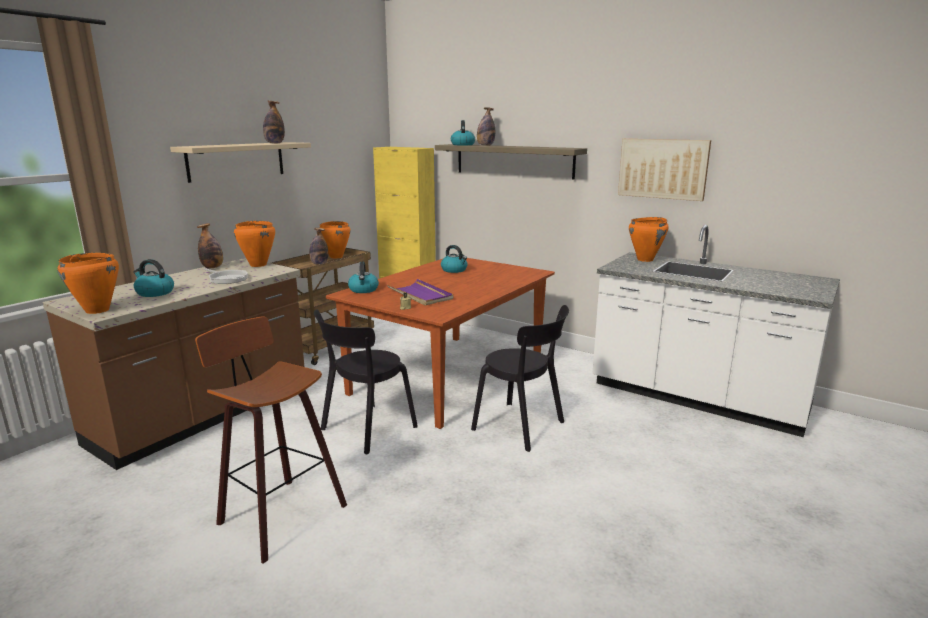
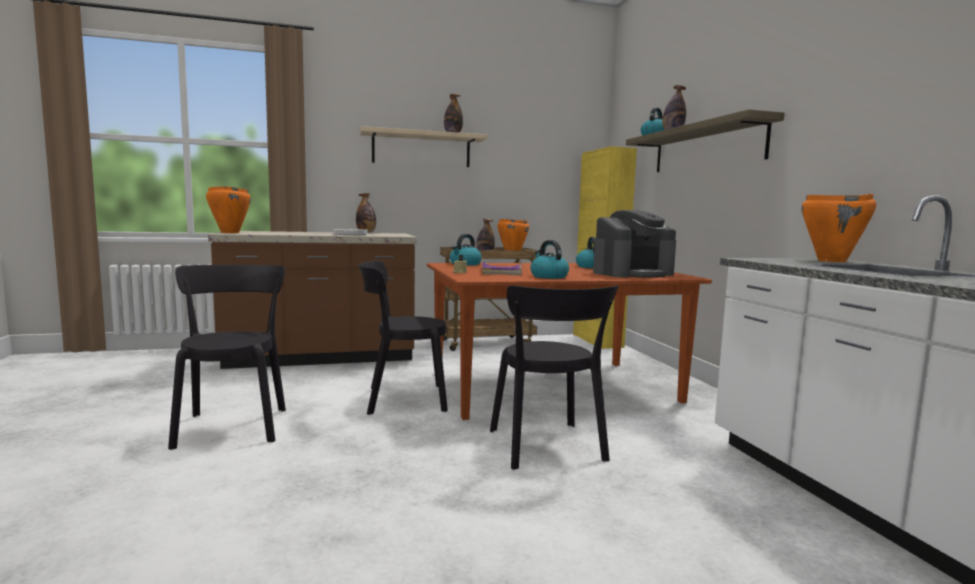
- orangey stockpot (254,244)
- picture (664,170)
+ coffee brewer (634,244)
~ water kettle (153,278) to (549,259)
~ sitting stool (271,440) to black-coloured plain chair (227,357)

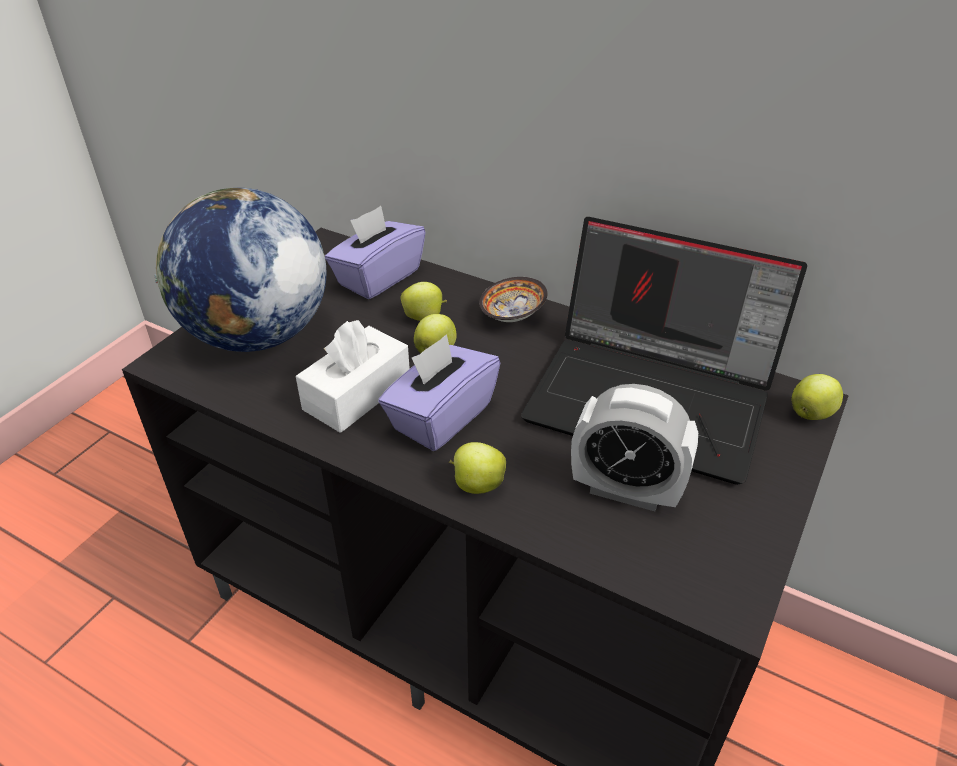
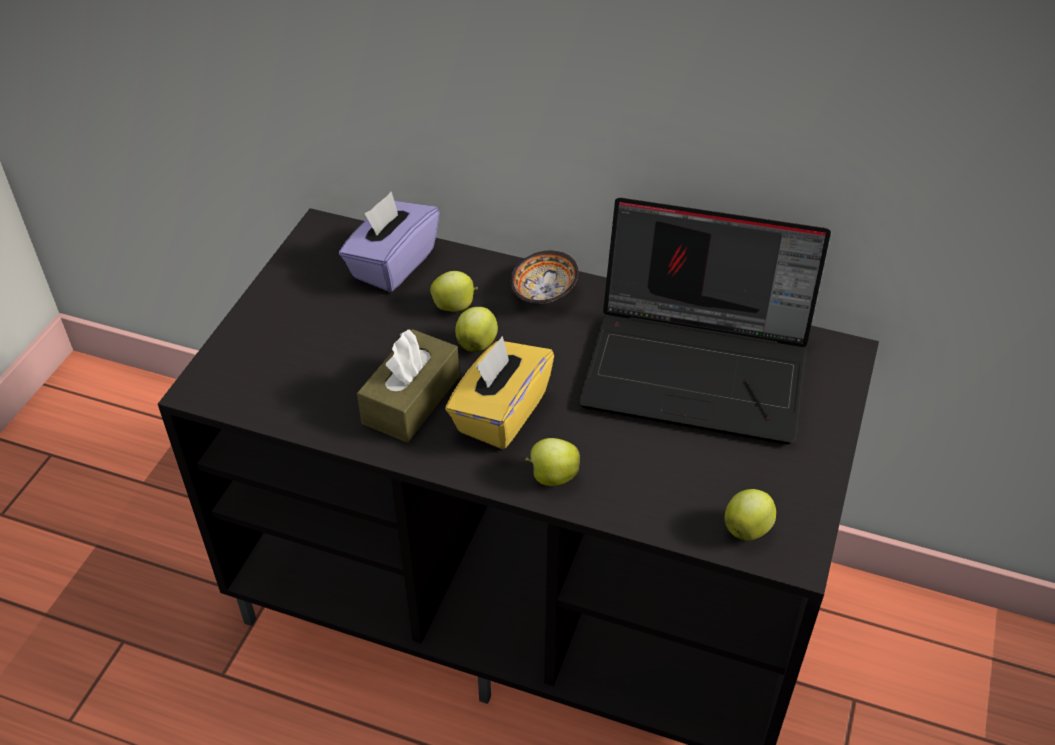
- desk globe (240,270)
- alarm clock (634,447)
~ apple fruit (817,397) to (750,515)
~ white-coloured tissue box (353,376) to brownish tissue box (408,386)
~ purple-coloured tissue box (439,392) to yellow tissue box (499,392)

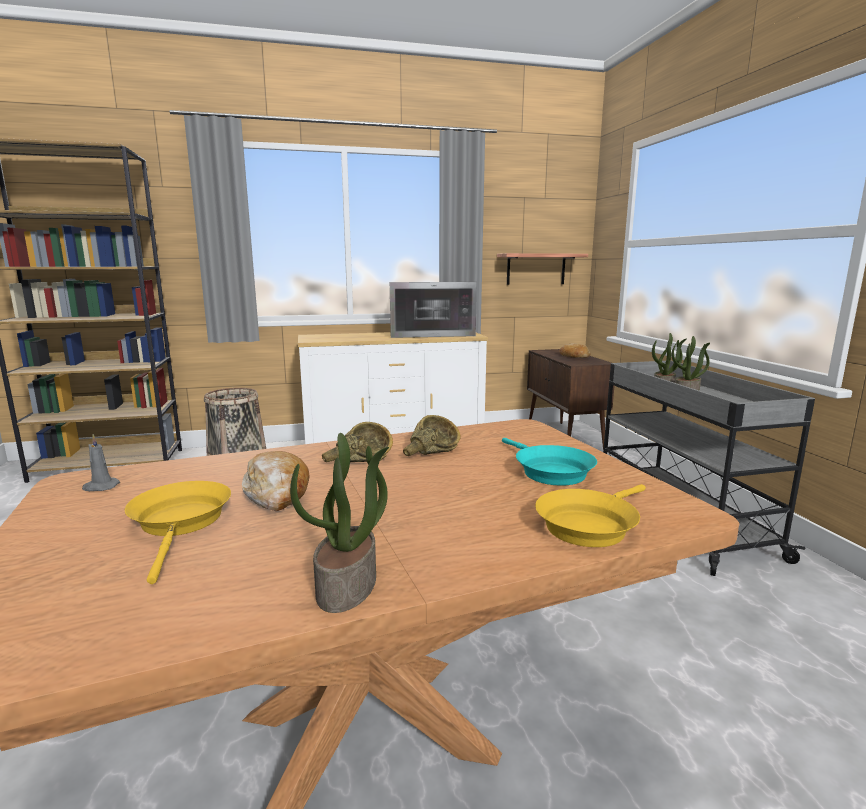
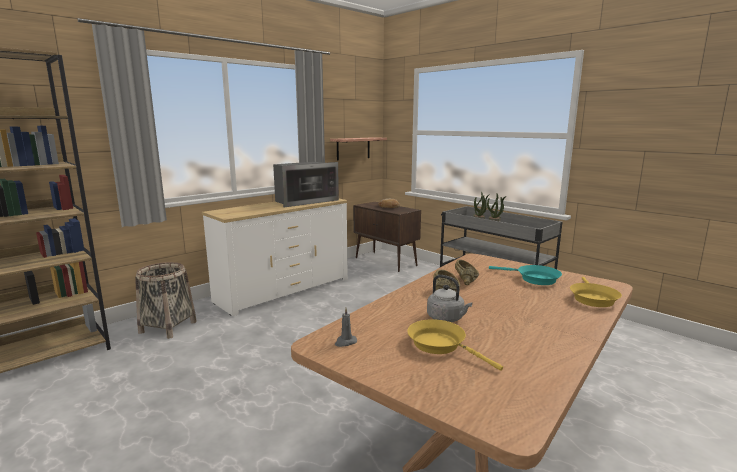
- potted plant (339,523)
~ bread (275,481) to greyish water kettle (449,298)

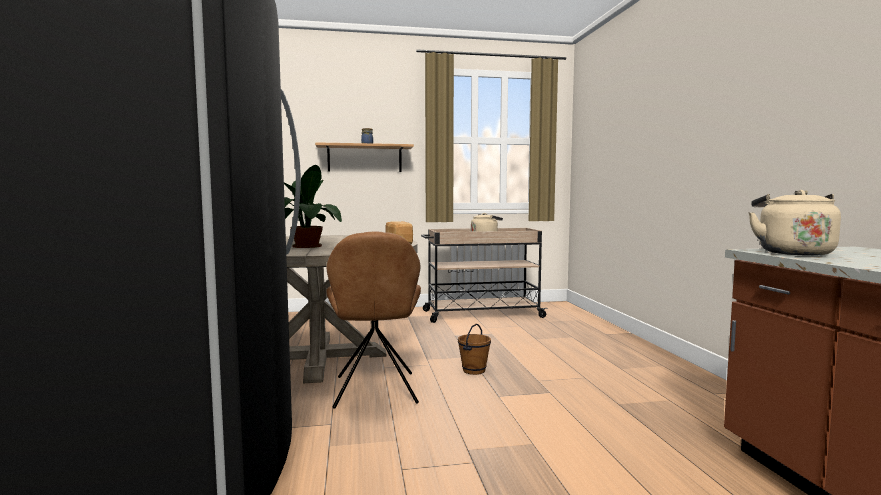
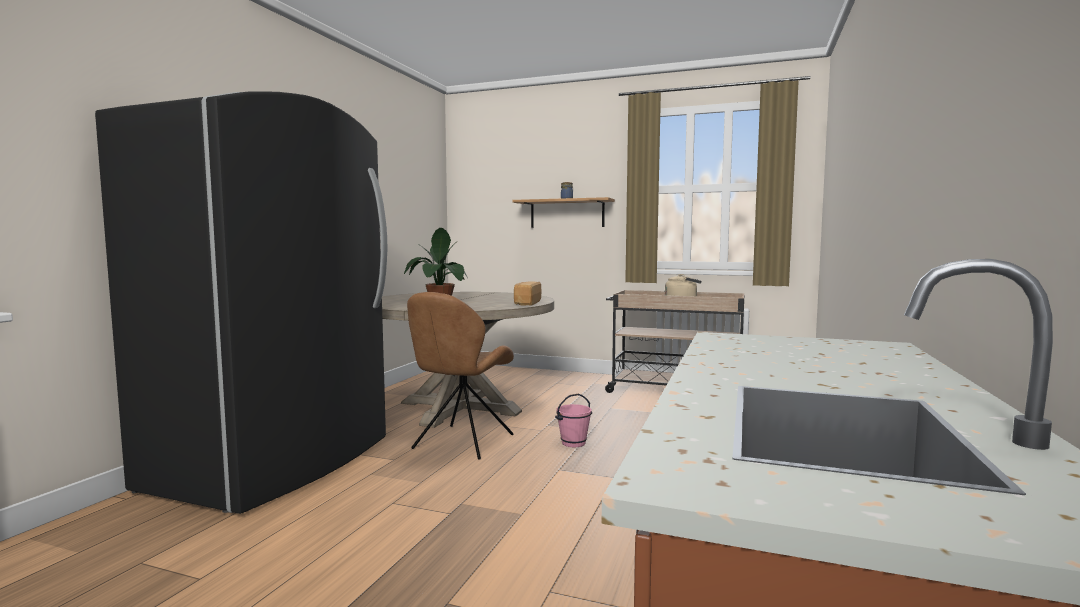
- beige-coloured water kettle (794,223)
~ brownish bucket (474,349) to pink bucket (573,420)

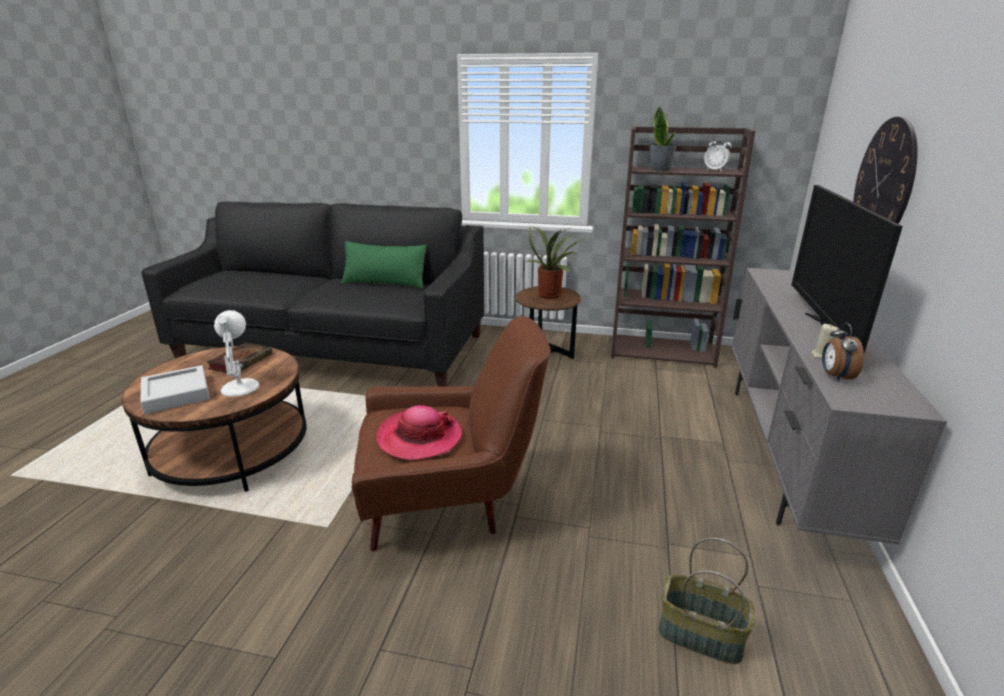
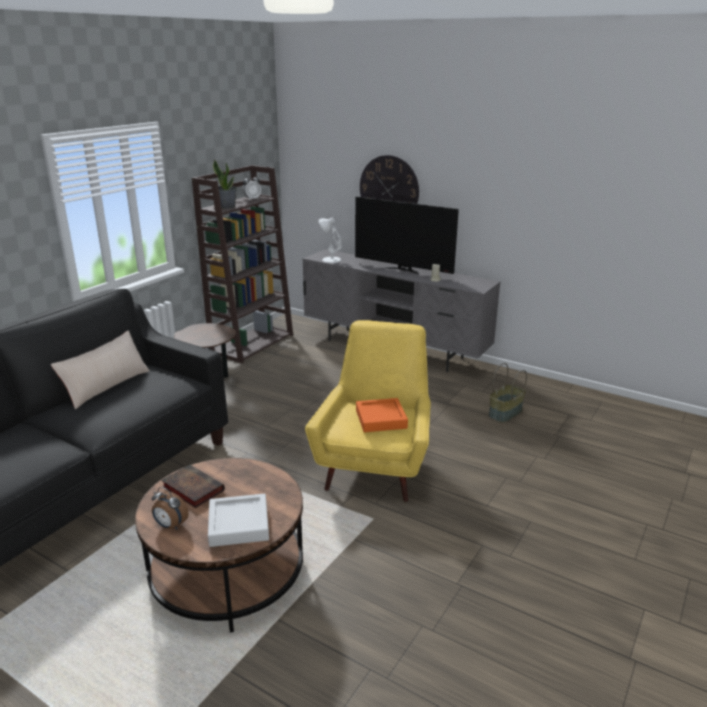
- potted plant (555,263)
~ white-coloured tabletop lamp (237,353) to (331,240)
~ alarm clock (843,352) to (170,508)
~ clothing hat (419,432) to orangey serving tray (382,415)
~ green-coloured cushion (384,265) to beige-coloured cushion (99,370)
~ brownish lounge chair (451,433) to yellow lounge chair (368,411)

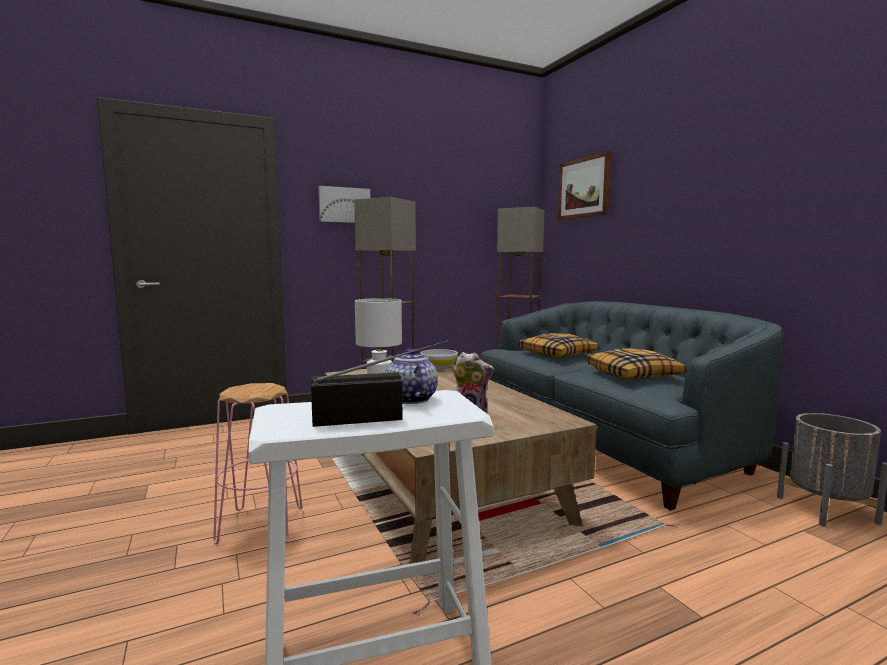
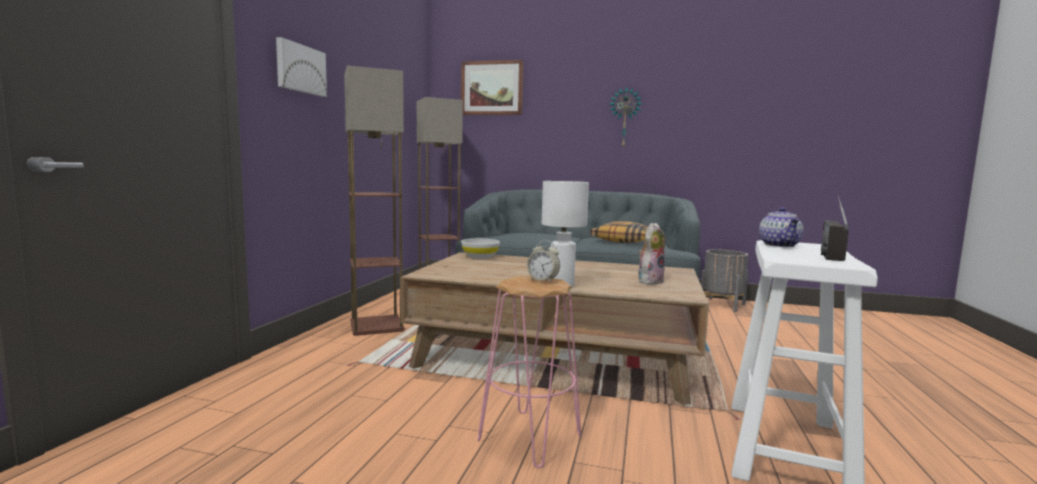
- cushion (559,345)
+ alarm clock (543,261)
+ hanging clock (626,117)
~ pot for tea (411,376) = (781,227) 105 degrees counterclockwise

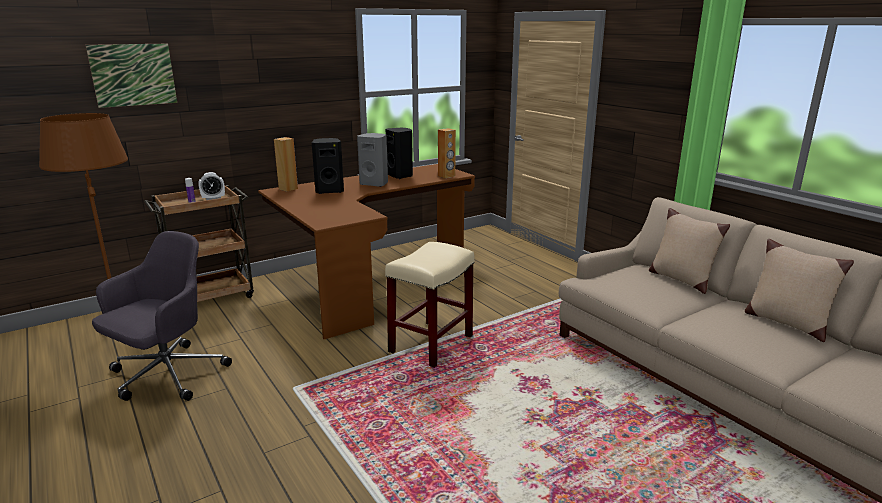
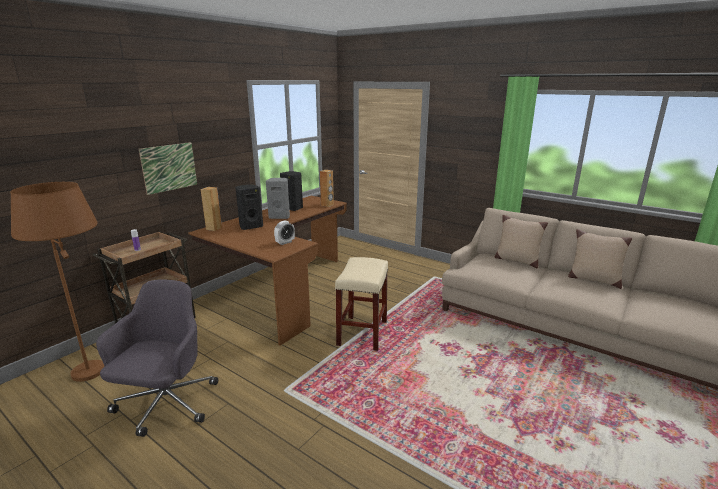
~ picture (131,76) to (168,168)
~ alarm clock (211,186) to (284,233)

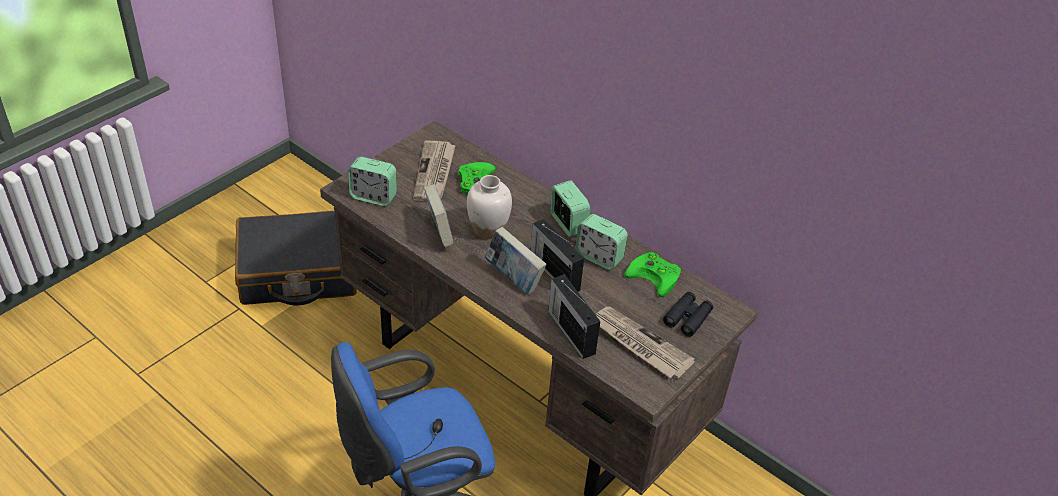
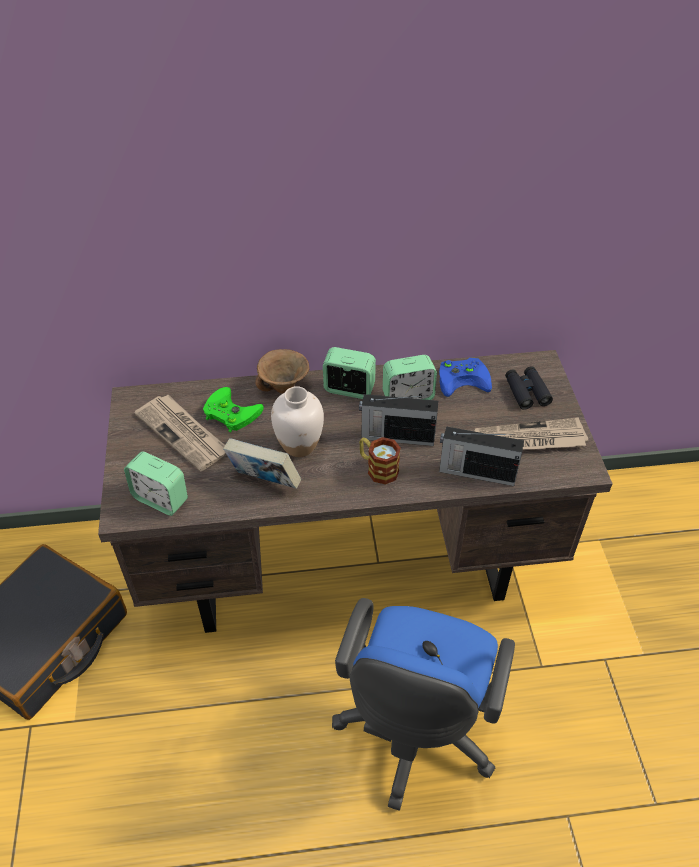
+ brownish deep dish (282,371)
~ volume (515,261) to mug (380,461)
~ green-coloured game controller (653,274) to blue game controller (465,377)
~ alarm clock (372,181) = (156,484) 60 degrees clockwise

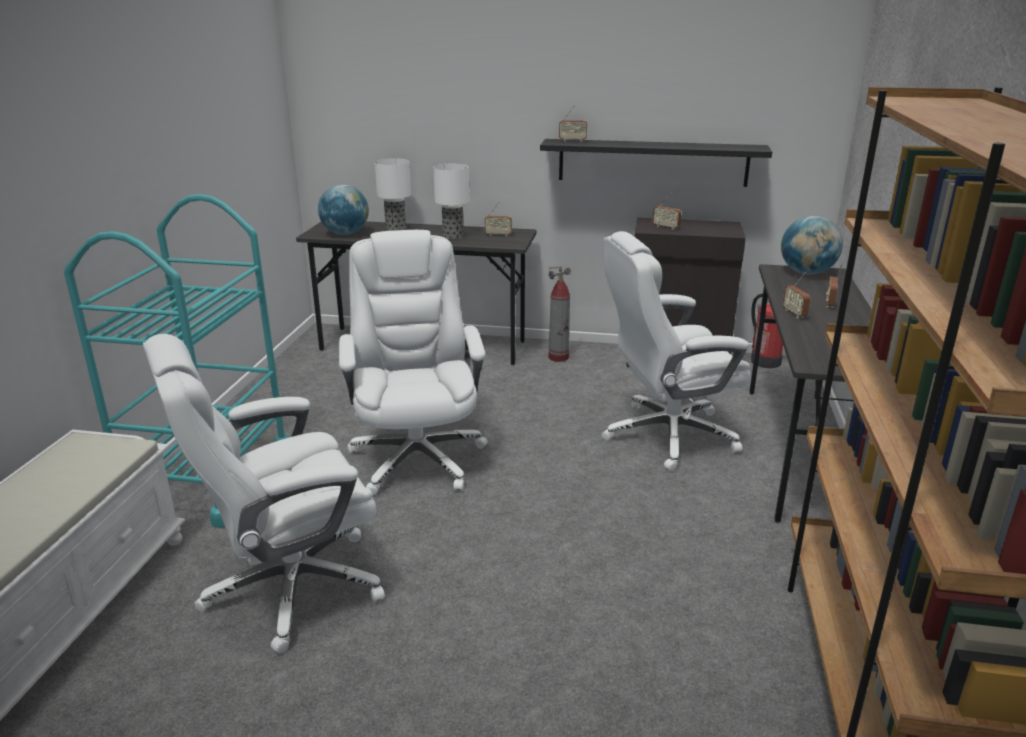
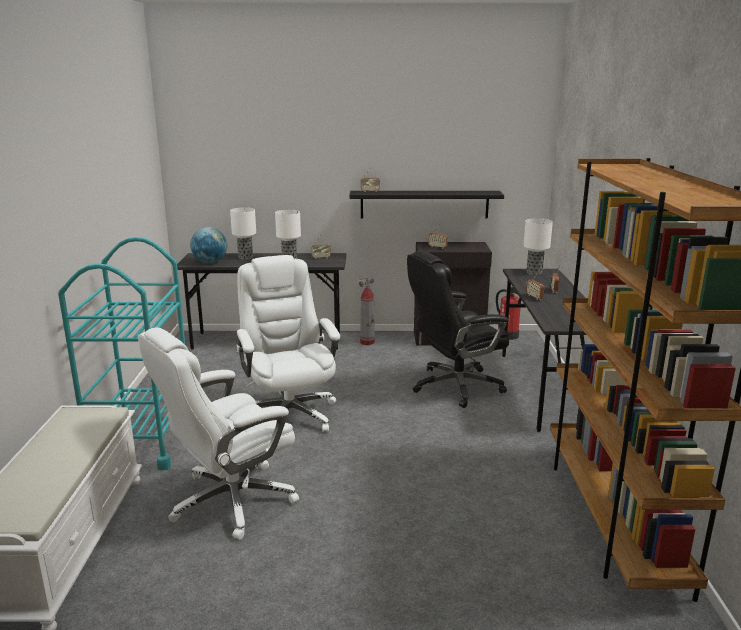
~ desk globe (812,245) to tabletop lamp (538,246)
~ white-coloured desk chair (676,351) to black-coloured desk chair (458,329)

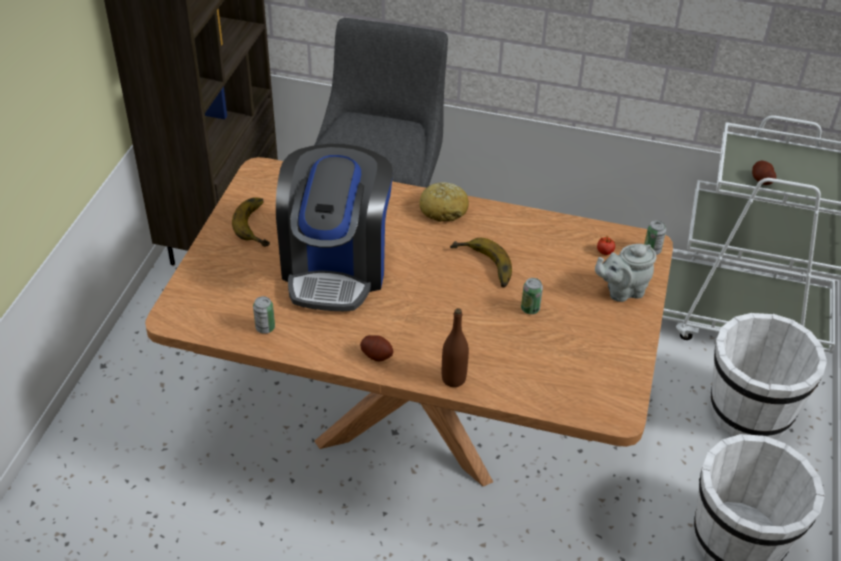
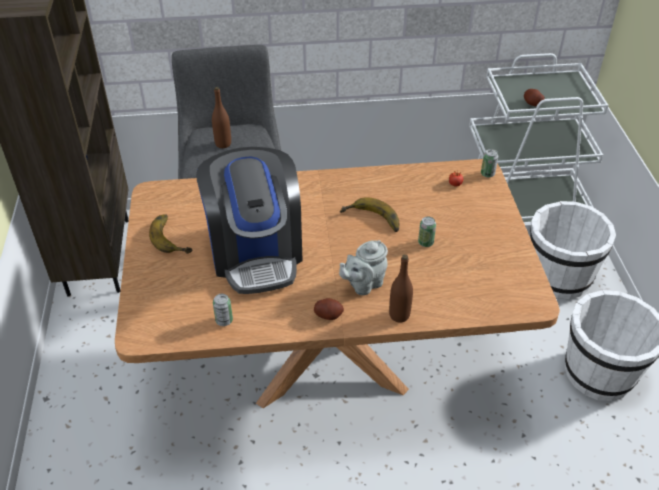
- bread (444,202)
+ brownish bottle (221,117)
~ greyish pot for tea (625,273) to (363,267)

